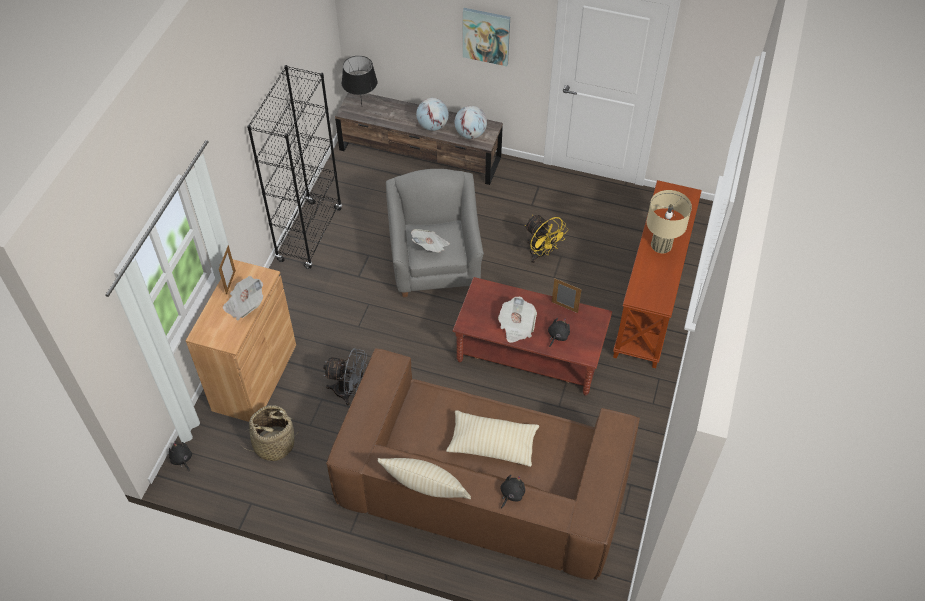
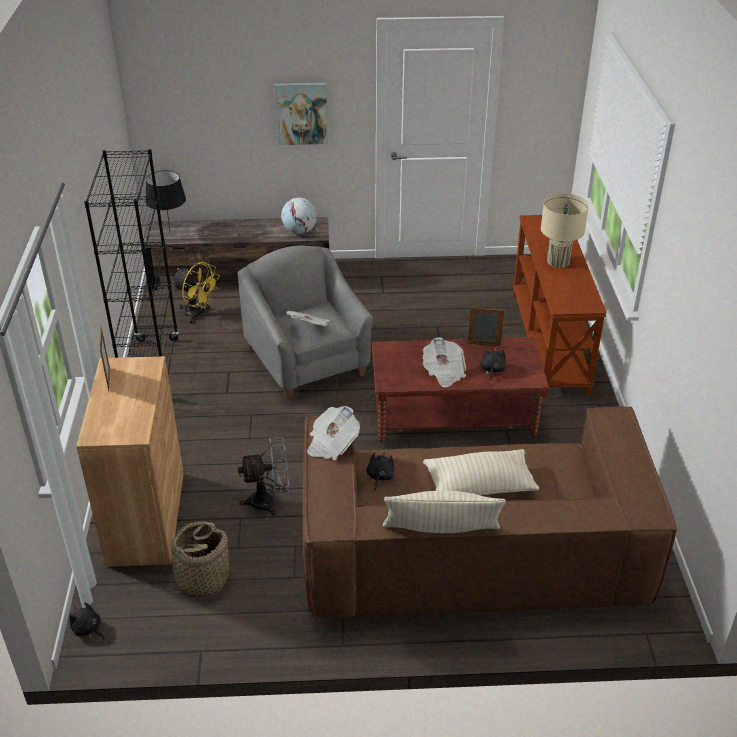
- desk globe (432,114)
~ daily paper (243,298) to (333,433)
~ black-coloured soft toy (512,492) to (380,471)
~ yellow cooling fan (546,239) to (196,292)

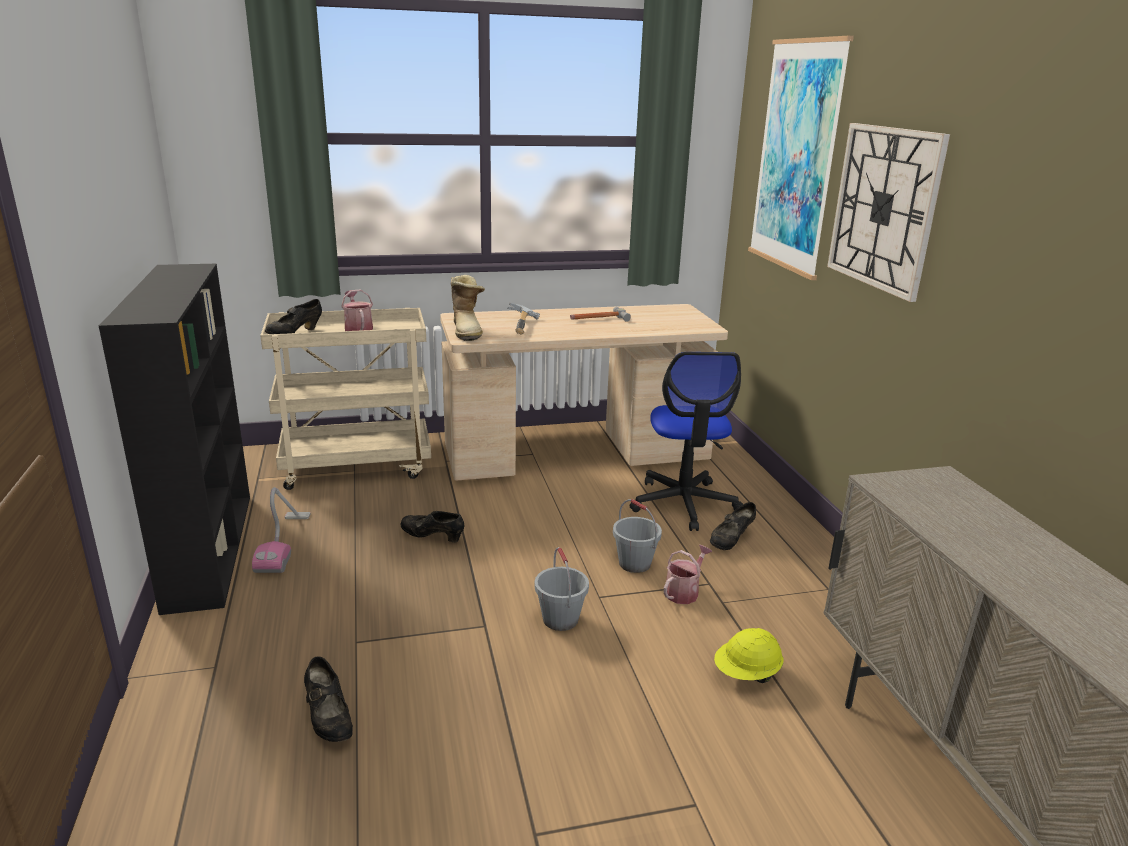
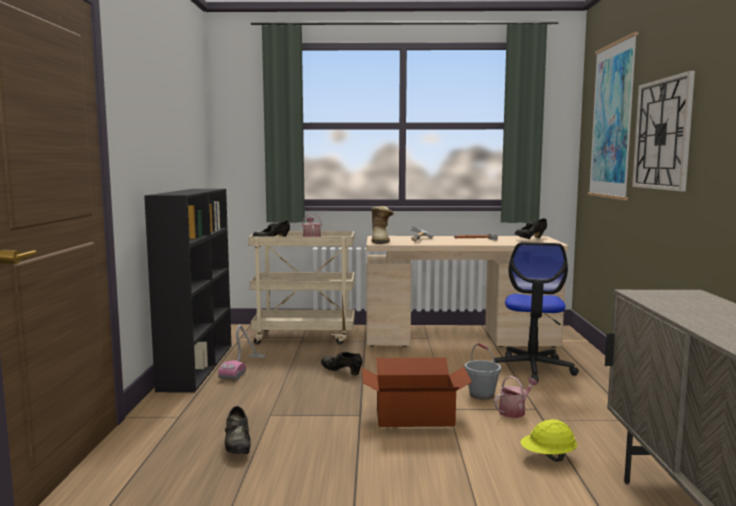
~ black-coloured low shoe (733,526) to (530,228)
~ greyish bucket (561,589) to carton (417,392)

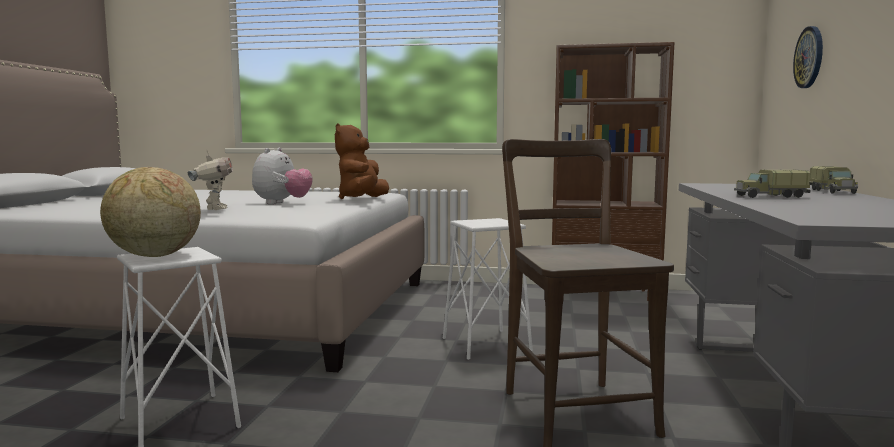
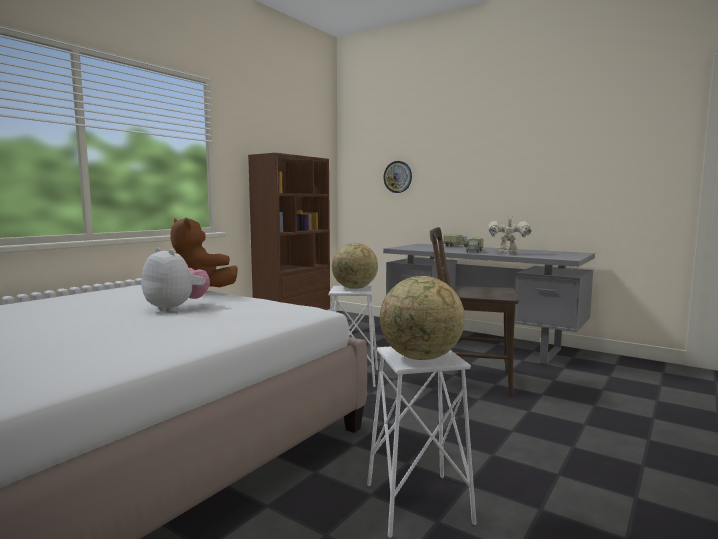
+ desk globe (355,266)
~ toy robot (210,180) to (509,234)

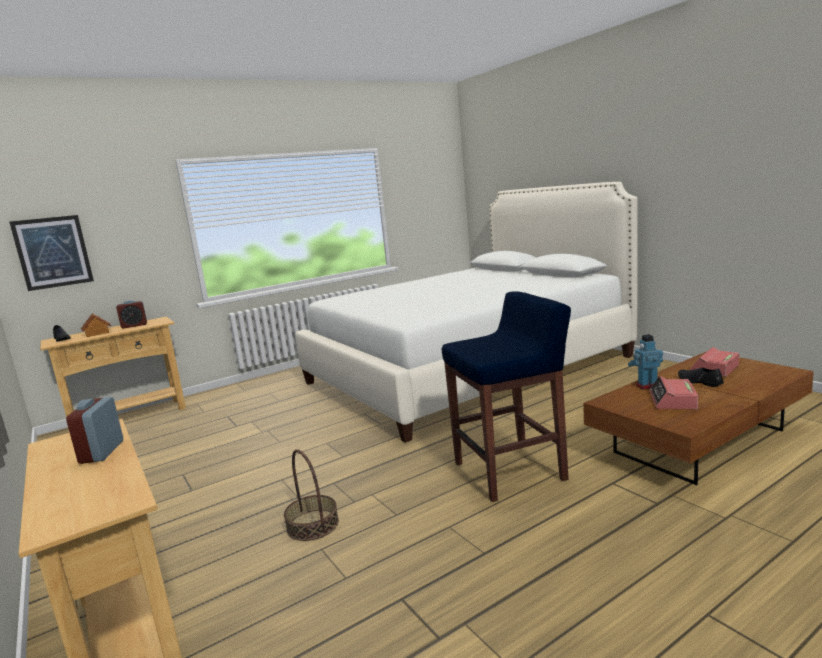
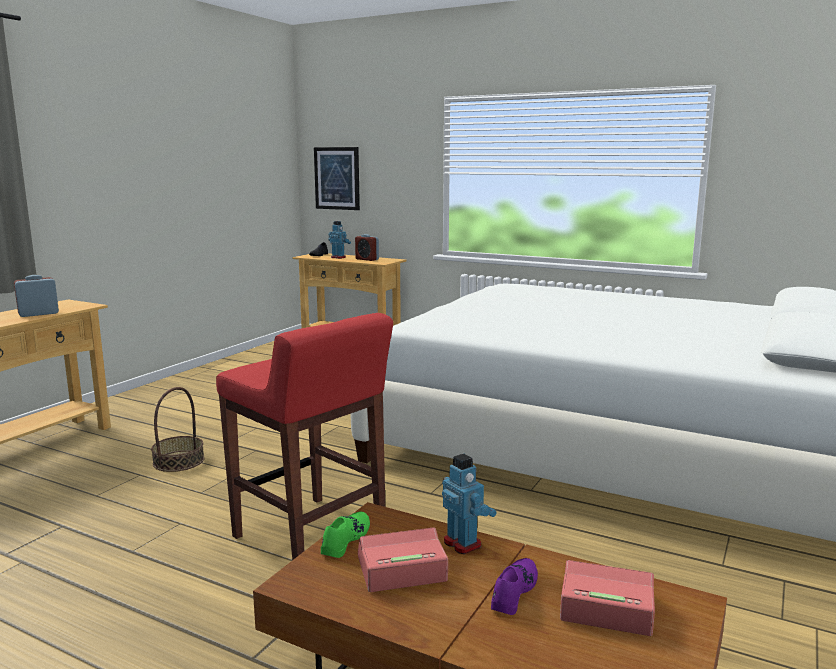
+ green-coloured low shoe (345,535)
~ miniature house (96,325) to toy robot (339,240)
~ blue sitting stool (506,396) to red sitting stool (304,436)
~ black-coloured low shoe (701,377) to purple-coloured low shoe (514,586)

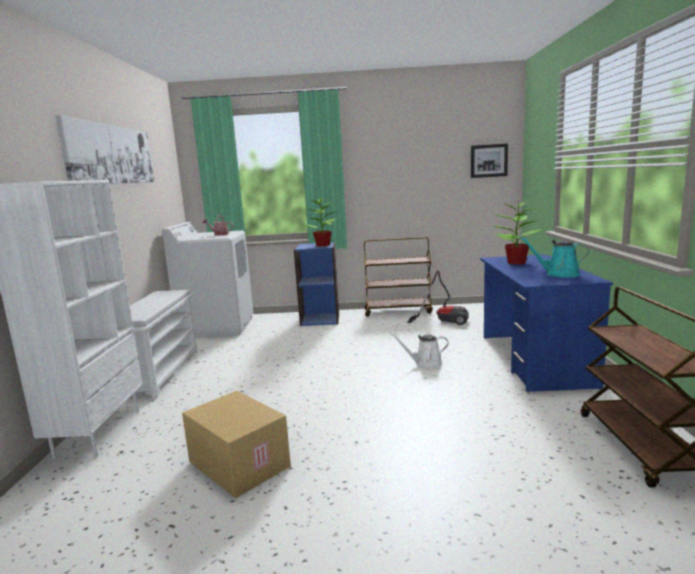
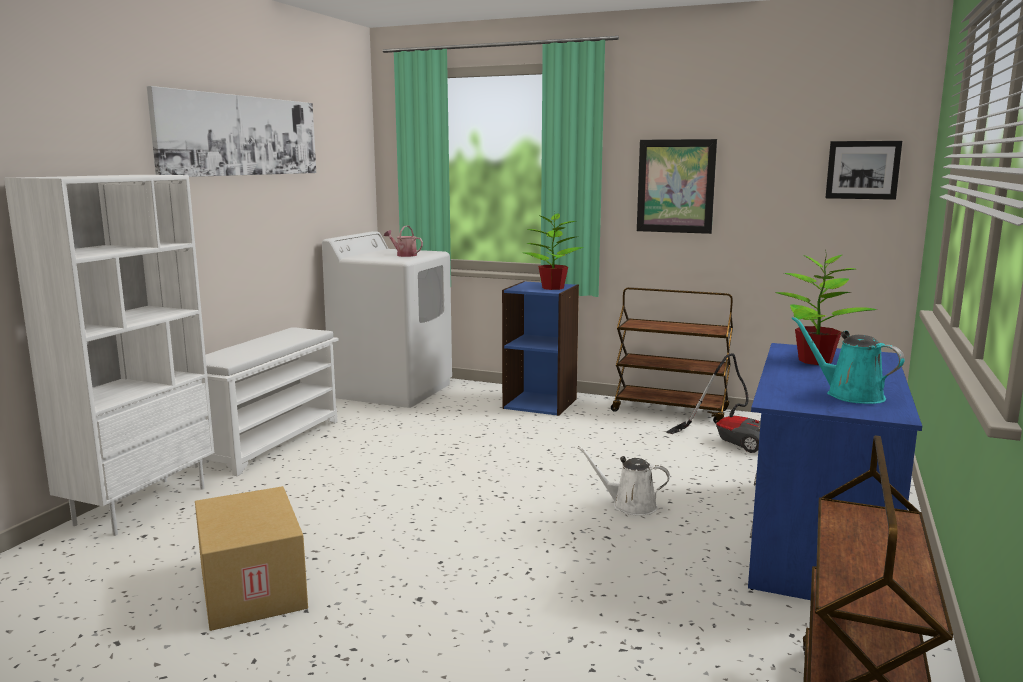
+ picture (677,186)

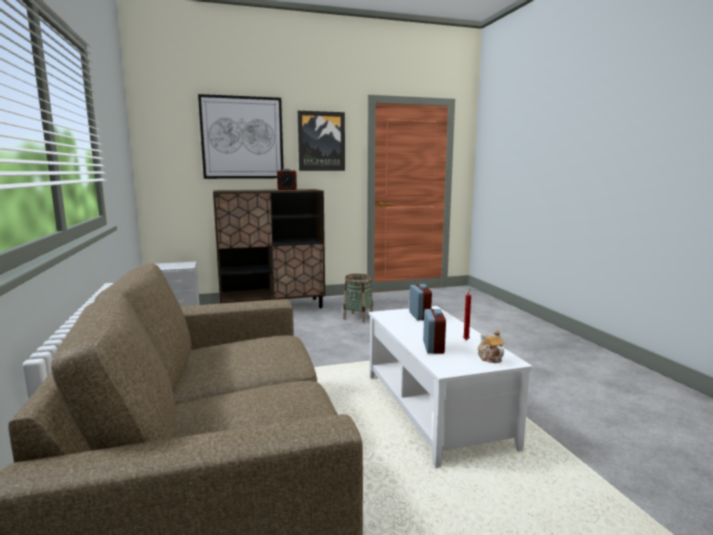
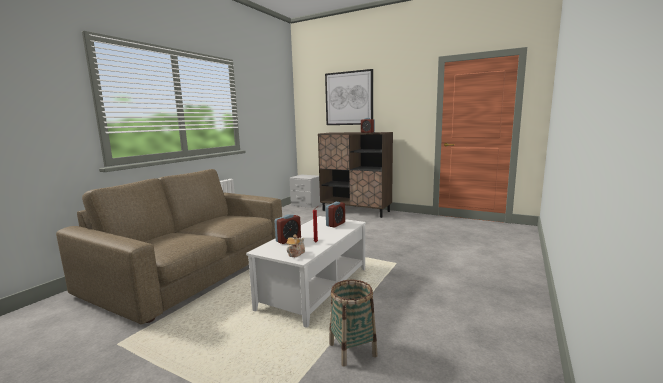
- picture (321,141)
~ basket (358,298) to (353,323)

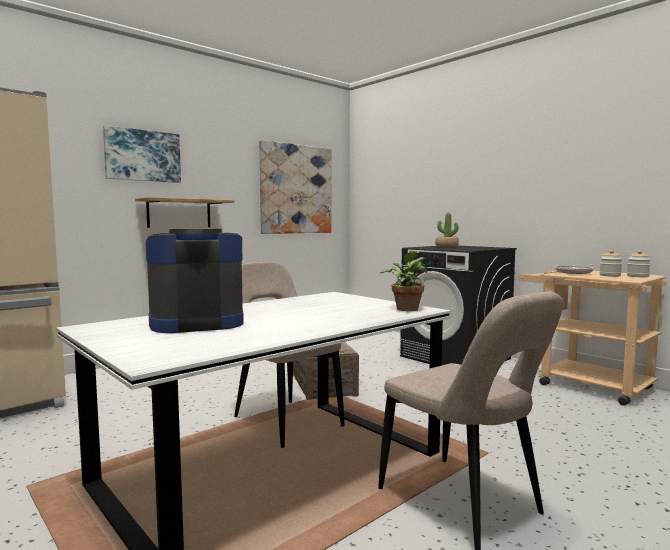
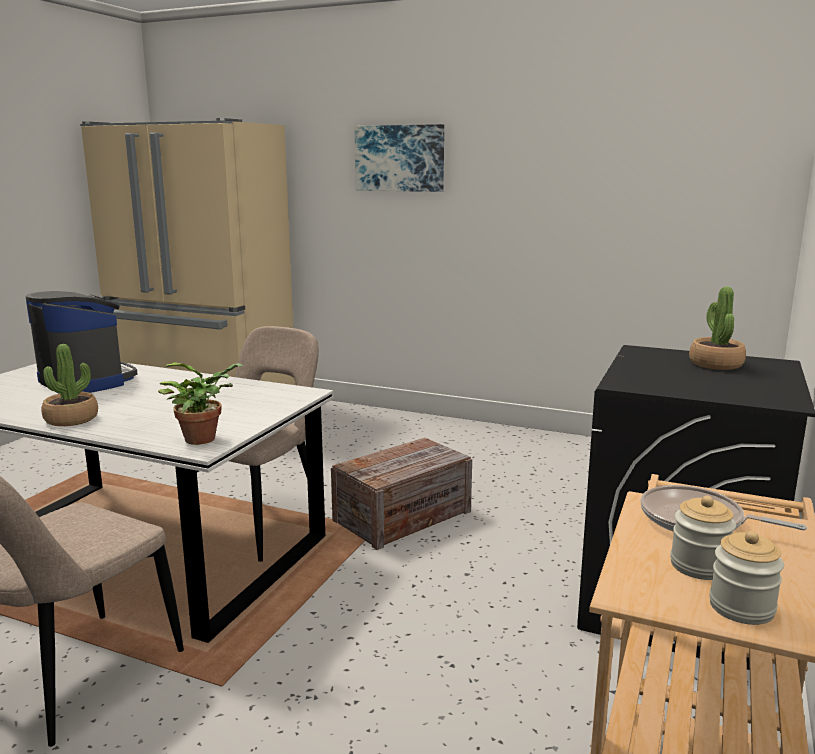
- shelf (184,212)
- picture (295,187)
+ potted plant (70,385)

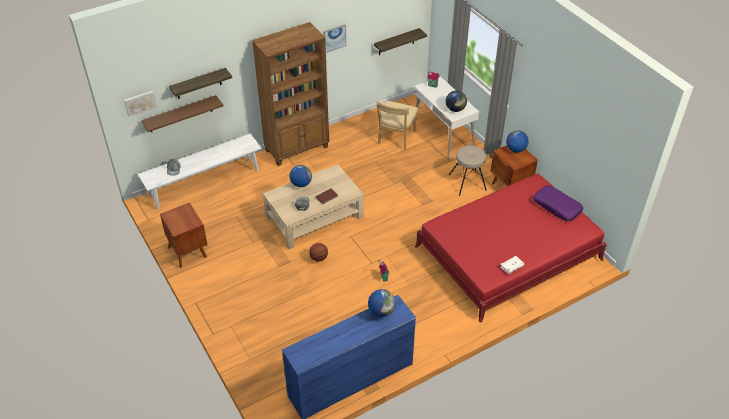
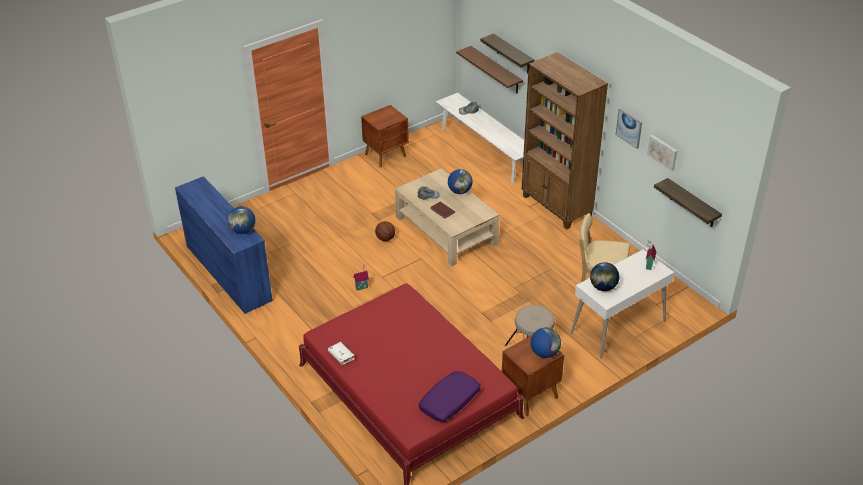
~ picture (140,104) to (662,153)

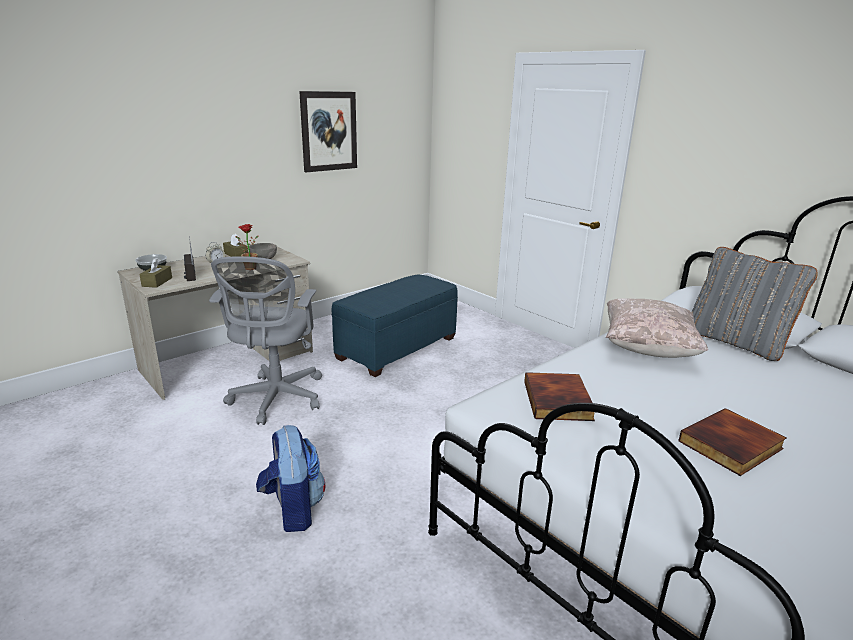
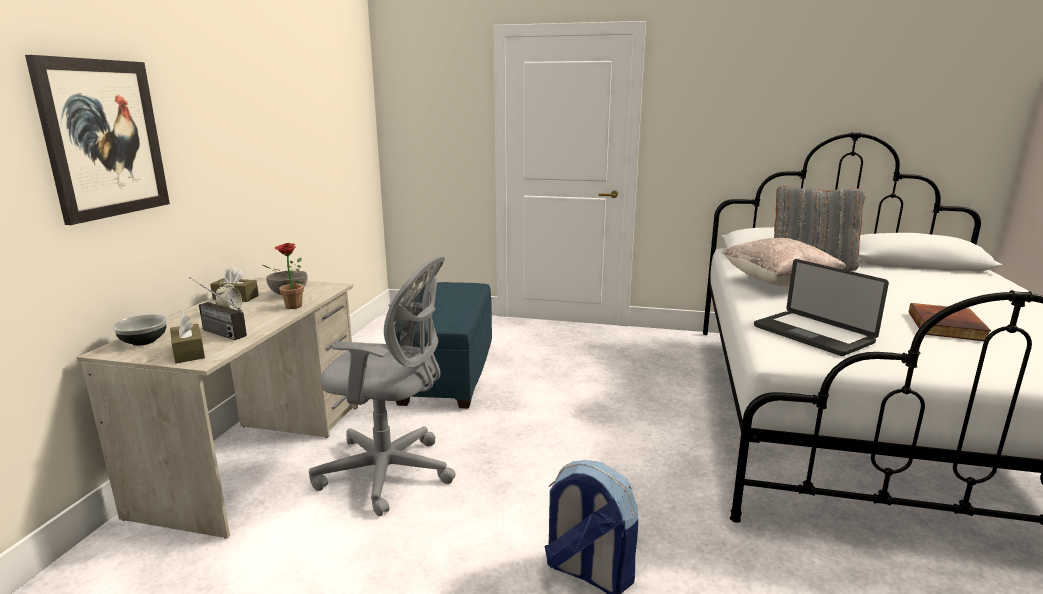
~ picture (328,131) to (97,140)
~ volume (559,396) to portable computer (821,307)
~ greyish desk chair (265,340) = (382,386) 45 degrees counterclockwise

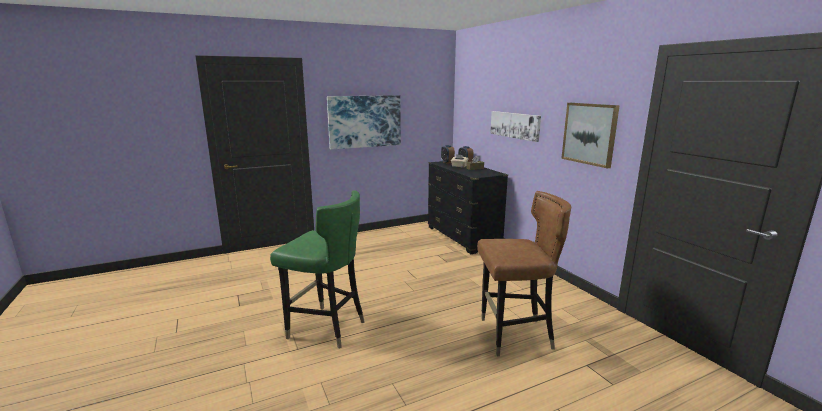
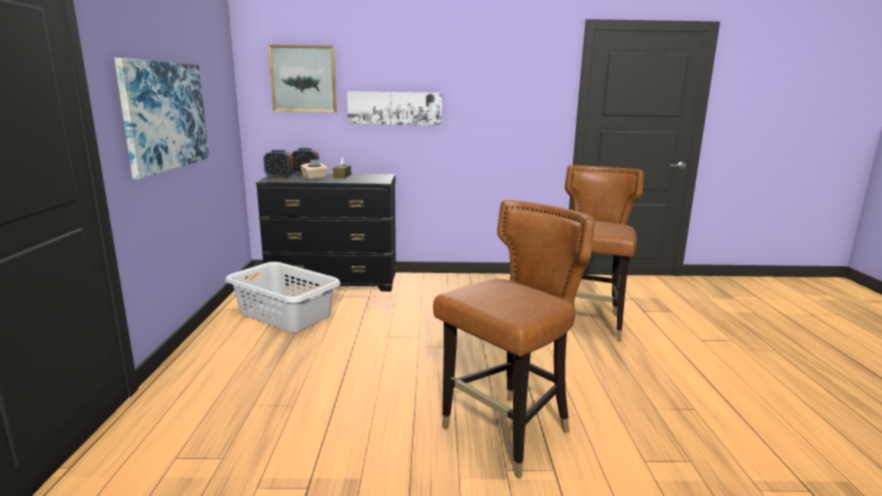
+ greyish laundry basket (283,297)
~ picture (590,136) to (302,78)
~ green-coloured plain chair (317,270) to brownish plain chair (514,339)

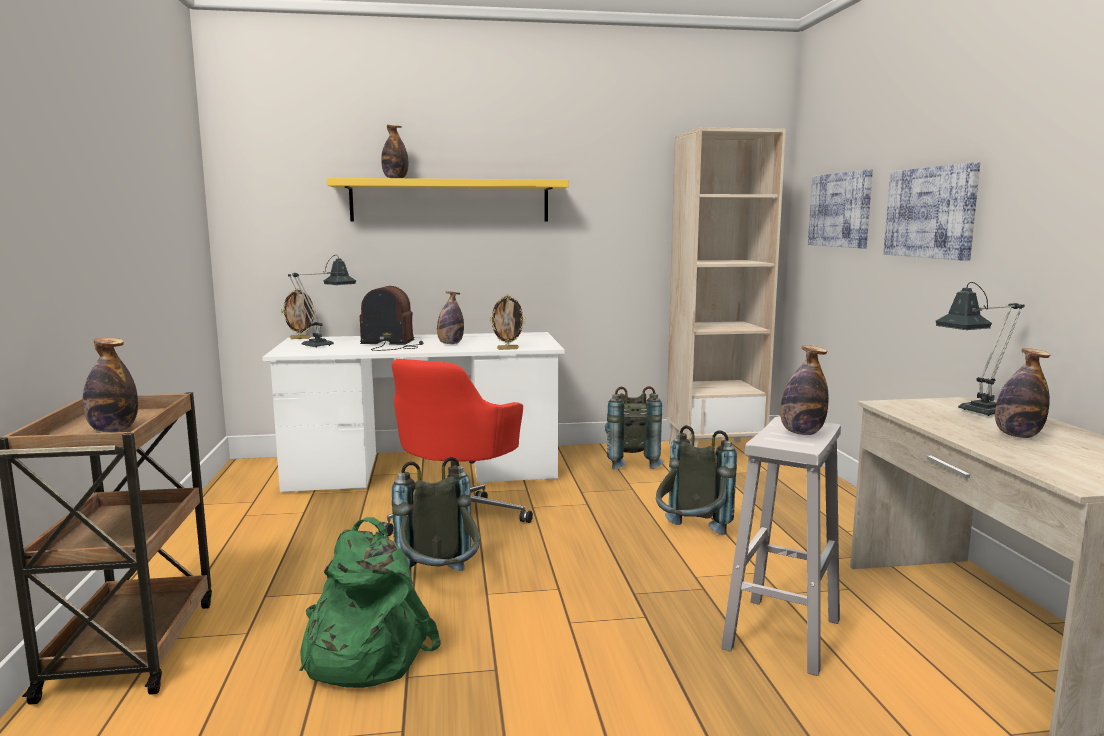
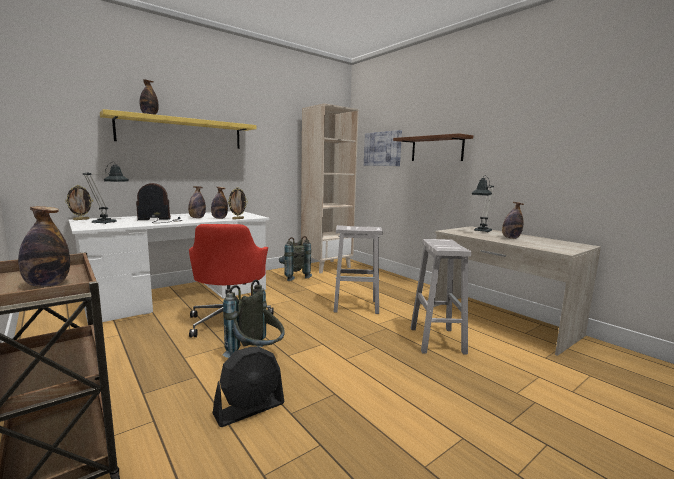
~ bottle (804,390) to (219,203)
~ green-coloured rucksack (370,602) to black-coloured cooling fan (248,386)
~ greyish rucksack (696,480) to white-coloured sitting stool (358,269)
~ picture (931,211) to brownish shelf (433,147)

